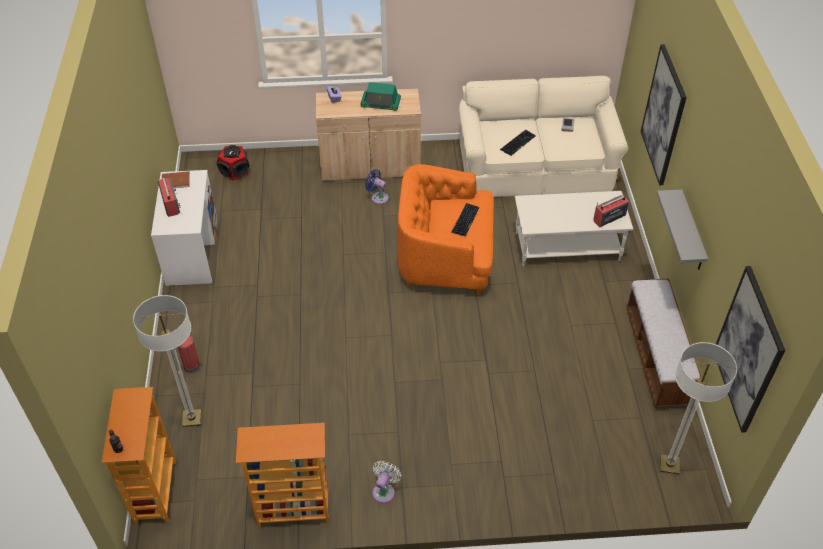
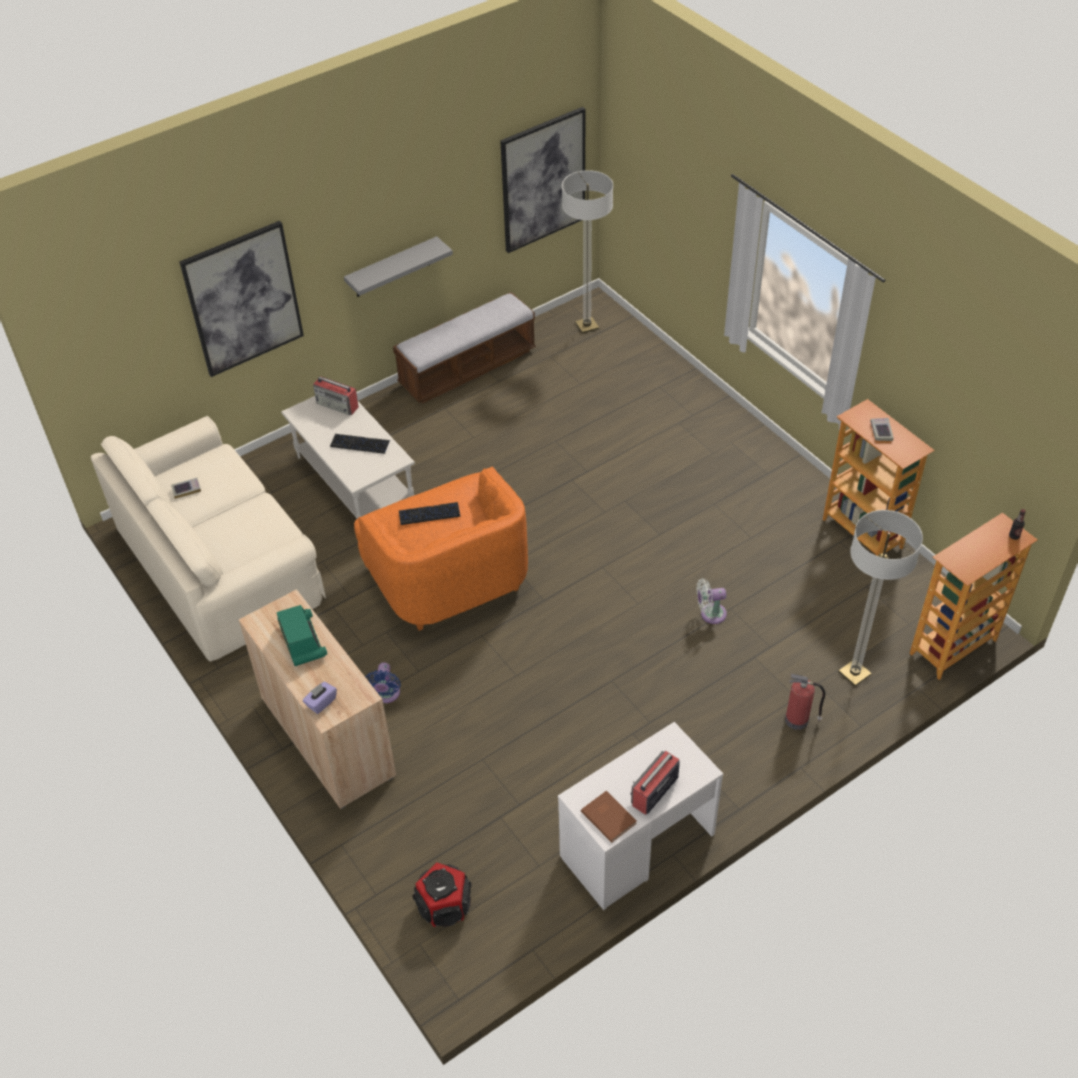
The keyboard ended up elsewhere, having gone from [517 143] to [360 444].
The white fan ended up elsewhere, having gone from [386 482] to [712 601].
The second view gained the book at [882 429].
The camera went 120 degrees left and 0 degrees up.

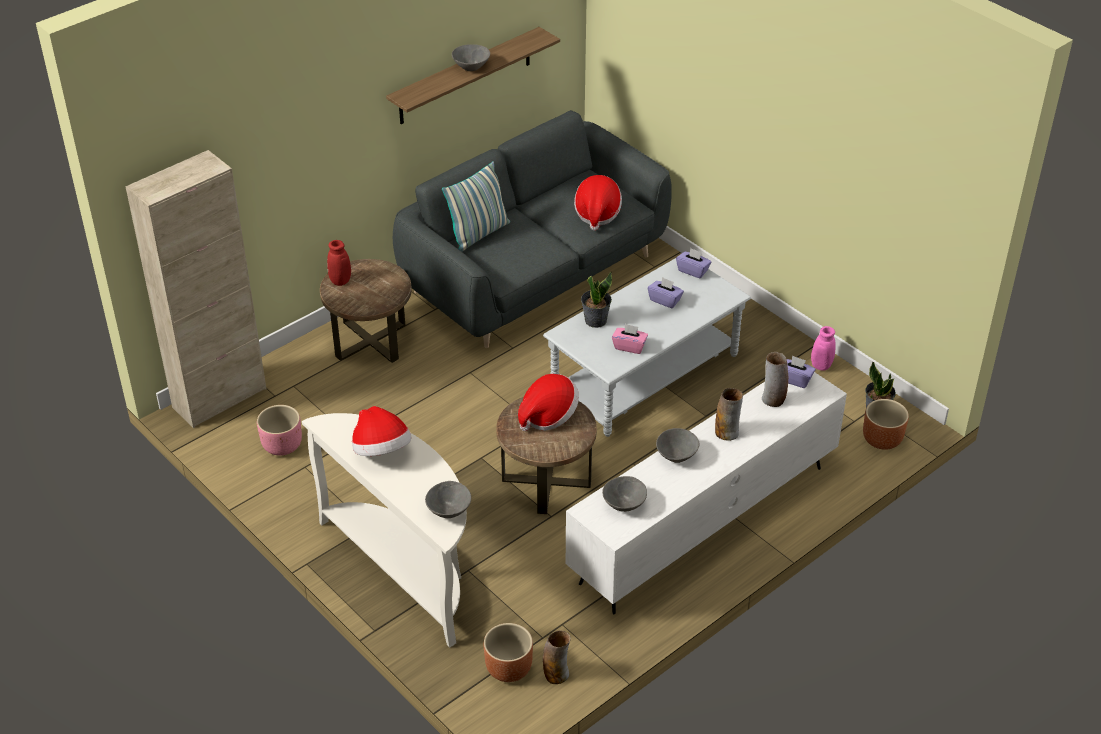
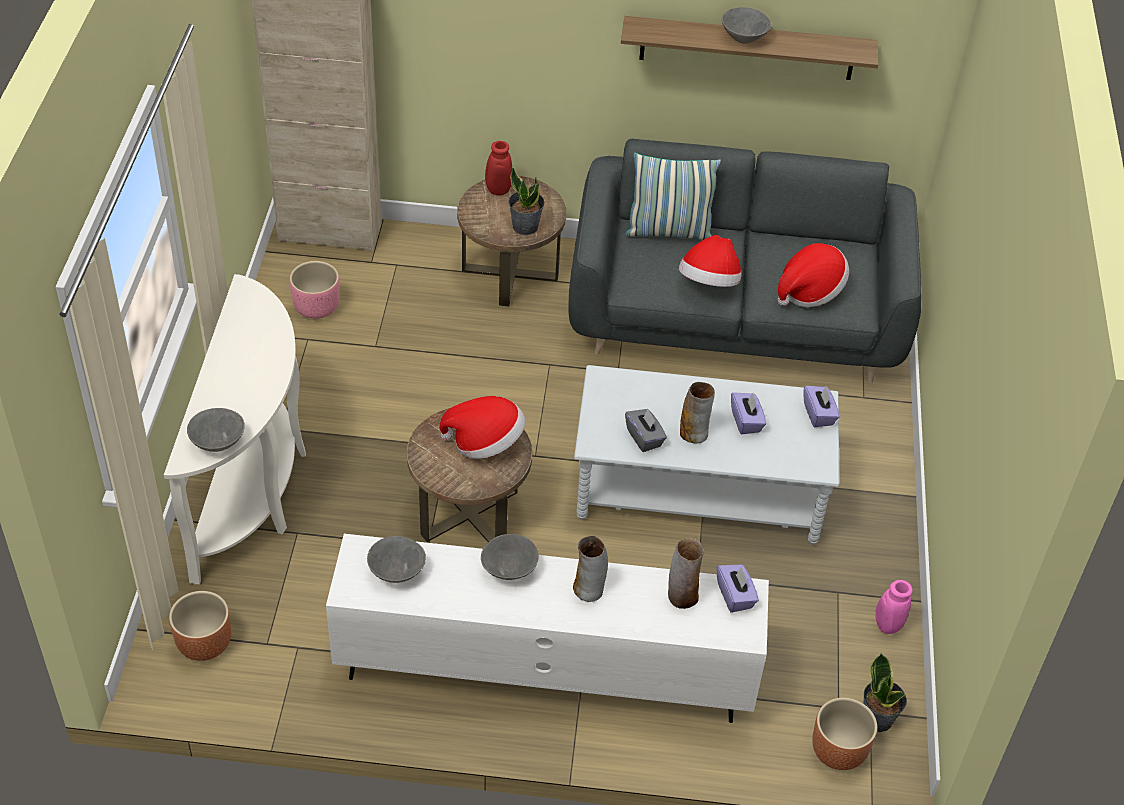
The potted plant ended up elsewhere, having gone from [596 300] to [526 201].
What was the pink tissue box at [630 339] turned into the grey tissue box at [646 430].
The hat ended up elsewhere, having gone from [382 431] to [710 261].
The vase ended up elsewhere, having gone from [557 657] to [697 413].
The camera went 45 degrees right and 5 degrees up.

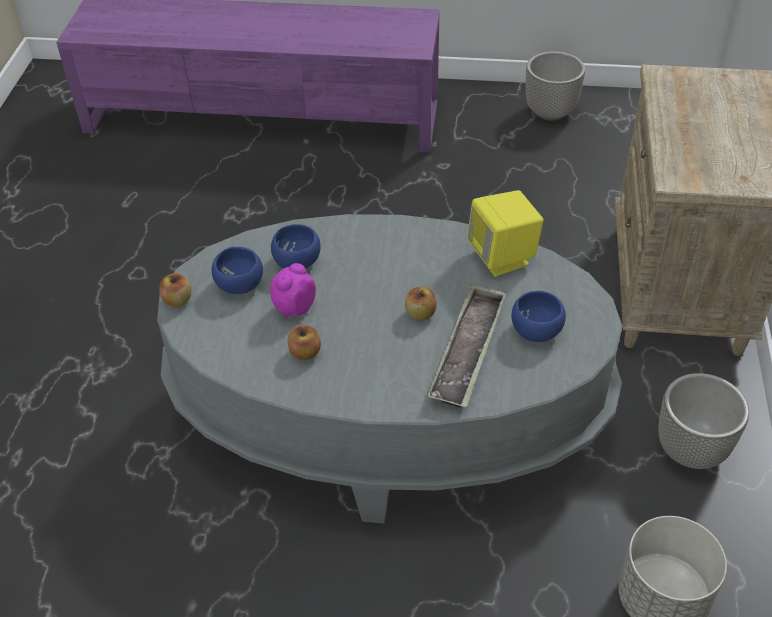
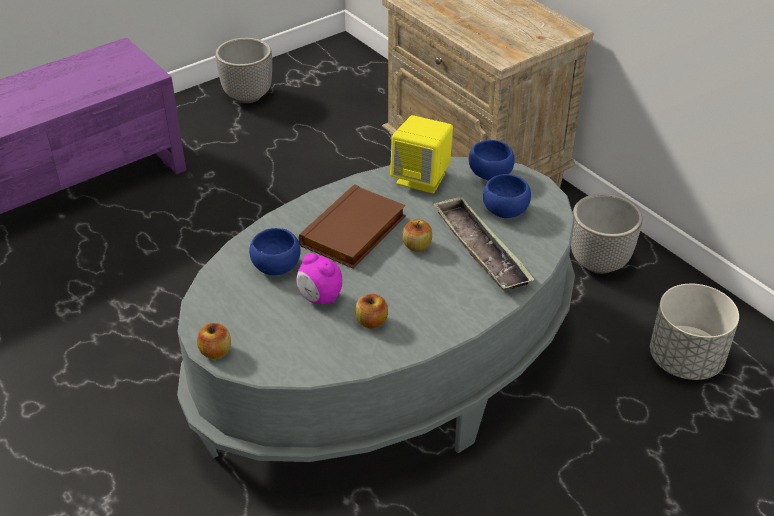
The blue bowl ended up elsewhere, having gone from [237 270] to [492 160].
The alarm clock at [293 290] ended up facing another way, 45 degrees counterclockwise from before.
The second view gained the brown book at [352 226].
The camera went 45 degrees left and 5 degrees down.

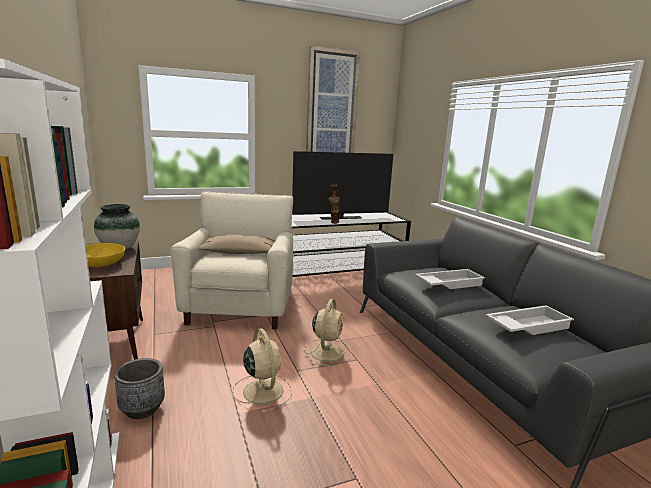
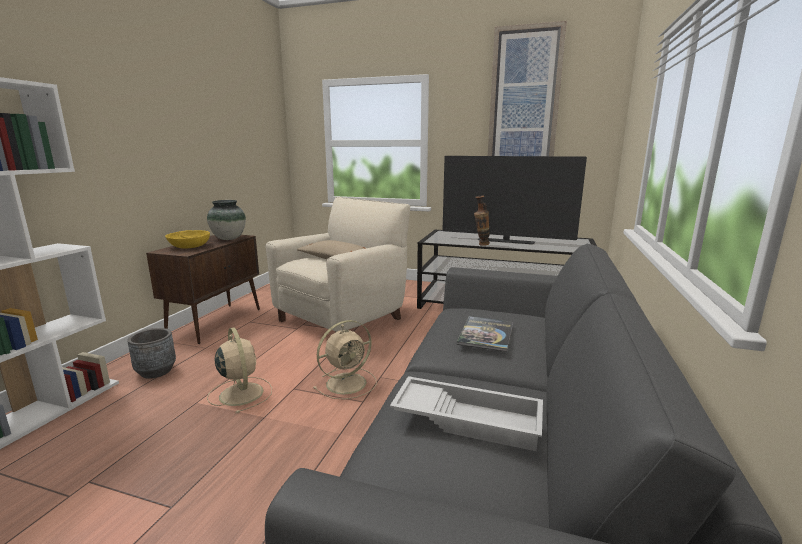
Where the white tray stood at [450 279], the book came to stand at [485 334].
The beige fan at [262 370] ended up facing another way, 45 degrees counterclockwise from before.
The camera went 40 degrees right and 0 degrees up.

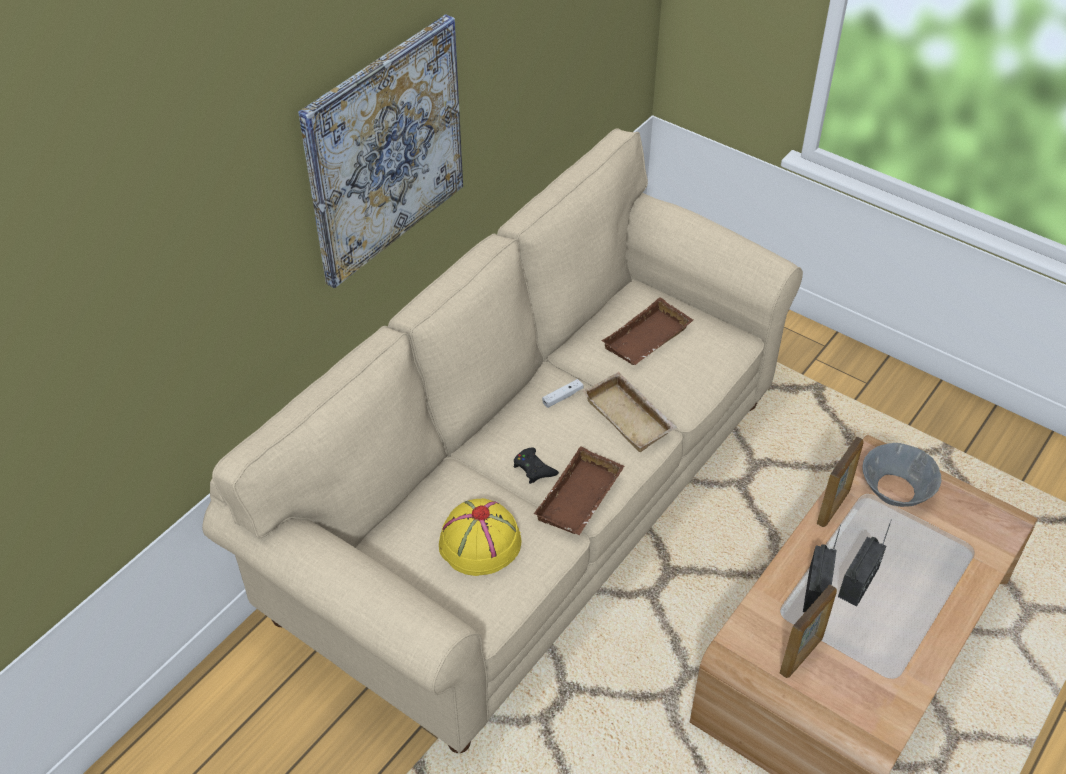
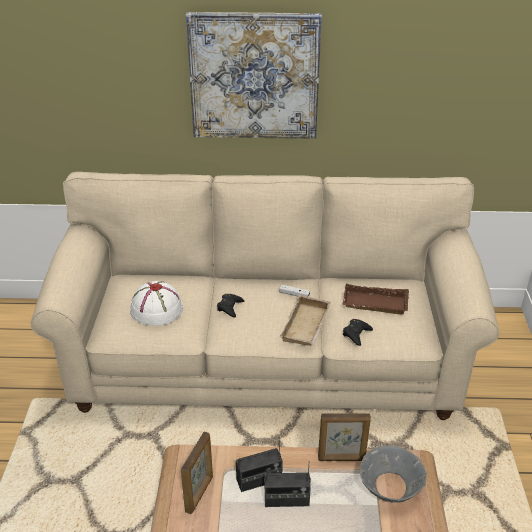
The second view lost the brown tray at [579 490].
What was the yellow hat at [480 537] turned into the white hat at [156 303].
The picture frame at [808 631] ended up facing another way, 75 degrees counterclockwise from before.
The second view gained the black game controller at [358 332].
The camera went 55 degrees right and 10 degrees down.

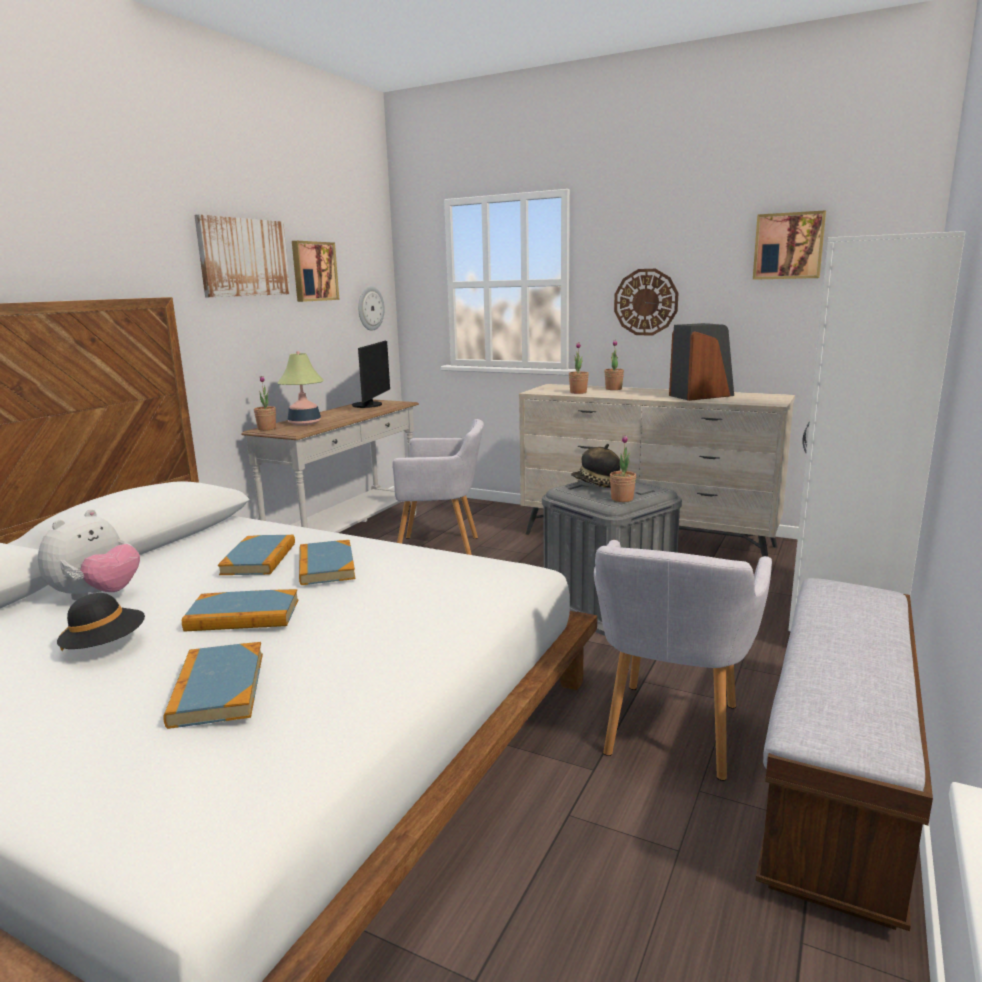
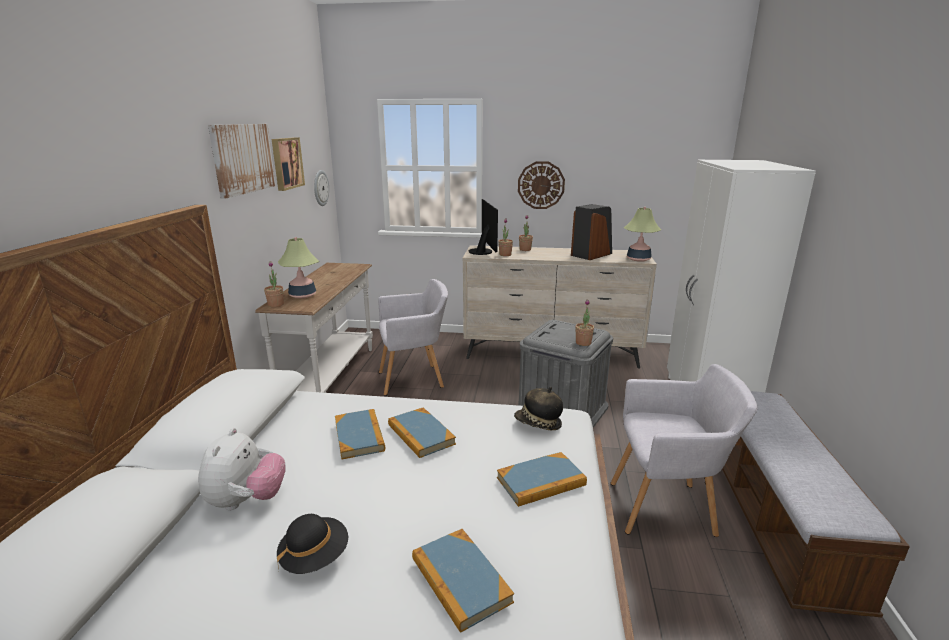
The second view lost the picture at [789 245].
The monitor ended up elsewhere, having gone from [371 374] to [483 227].
The hat ended up elsewhere, having gone from [595 466] to [538 408].
The grey armchair at [683 660] ended up facing another way, 90 degrees counterclockwise from before.
The book ended up elsewhere, having gone from [240 610] to [542 479].
The second view gained the table lamp at [642 234].
The camera went 20 degrees left and 5 degrees up.

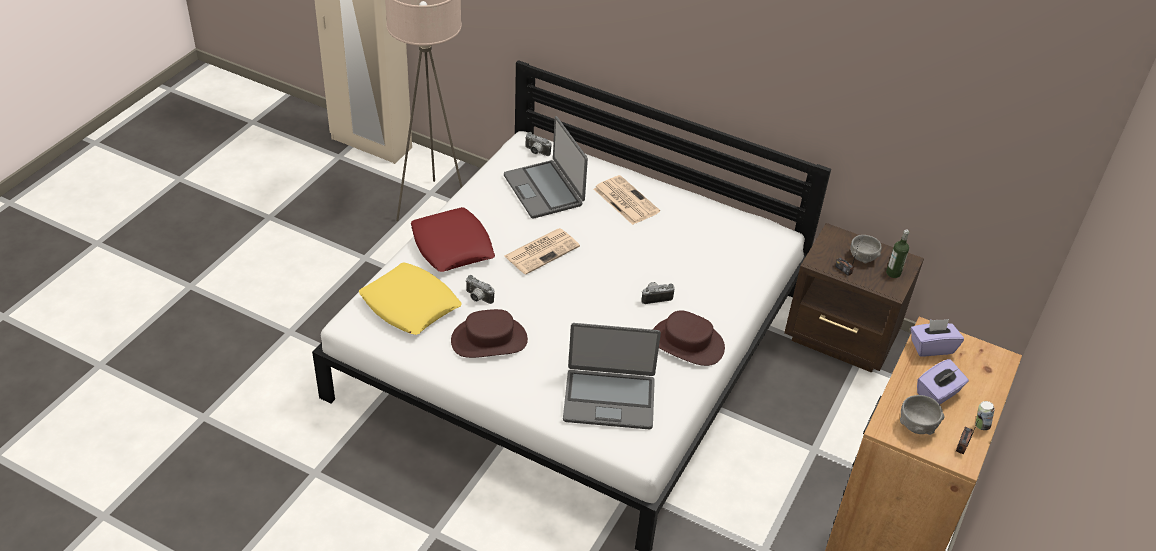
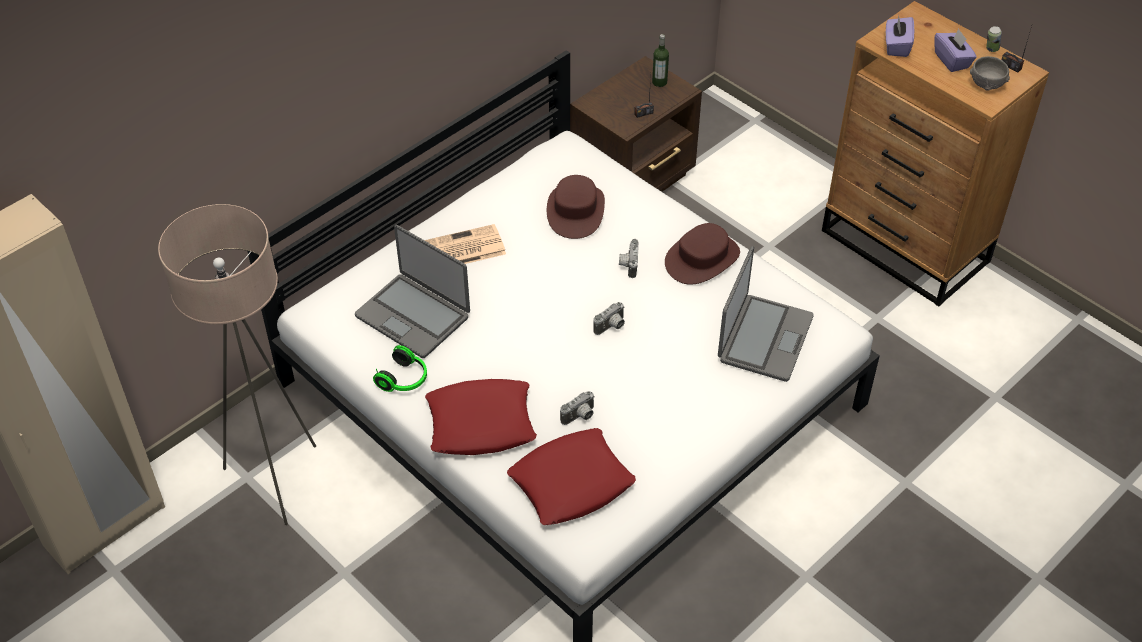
The laptop at [546 167] ended up facing another way, 45 degrees clockwise from before.
The photo camera ended up elsewhere, having gone from [538 144] to [609 318].
The second view lost the newspaper at [542 251].
The second view lost the grey bowl at [866 249].
What was the yellow pillow at [410 299] turned into the red pillow at [571 476].
The brown hat ended up elsewhere, having gone from [489 333] to [576 207].
The second view gained the headphones at [400 368].
The camera went 70 degrees left and 5 degrees up.

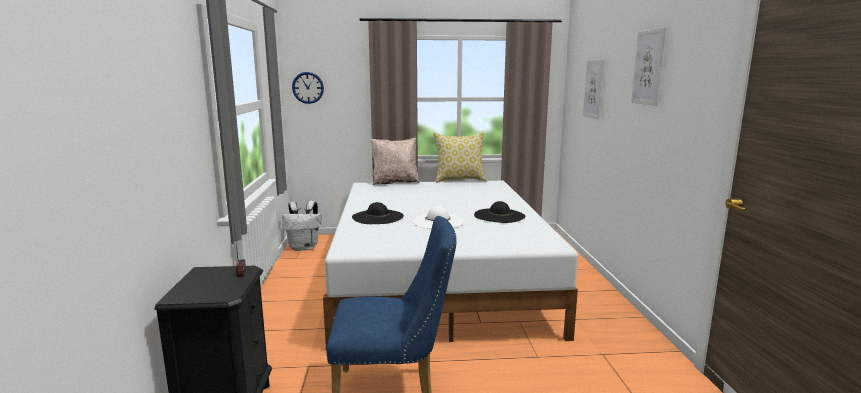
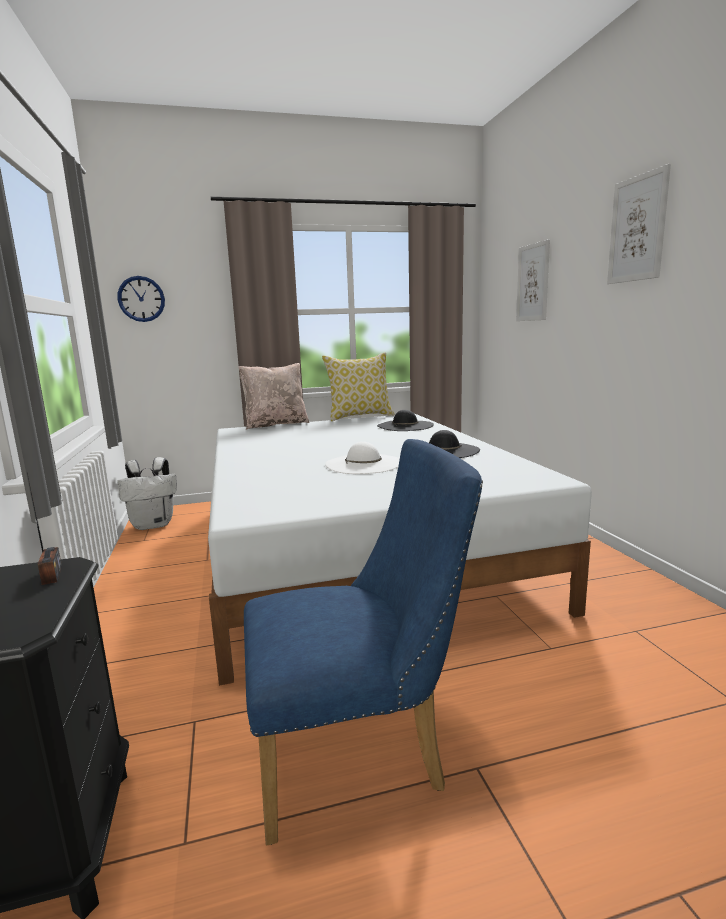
The black hat ended up elsewhere, having gone from [378 213] to [405 420].
The camera went 10 degrees left and 0 degrees up.

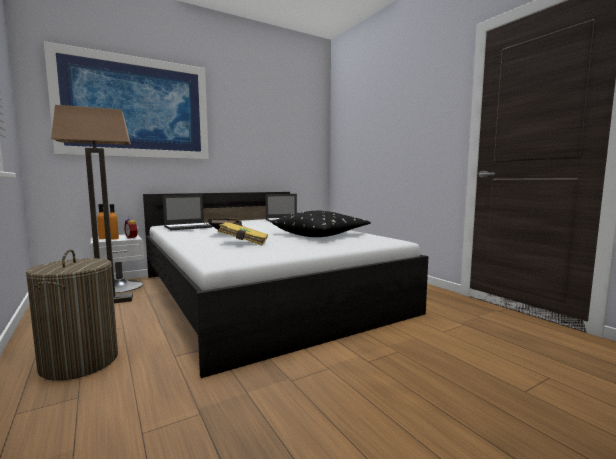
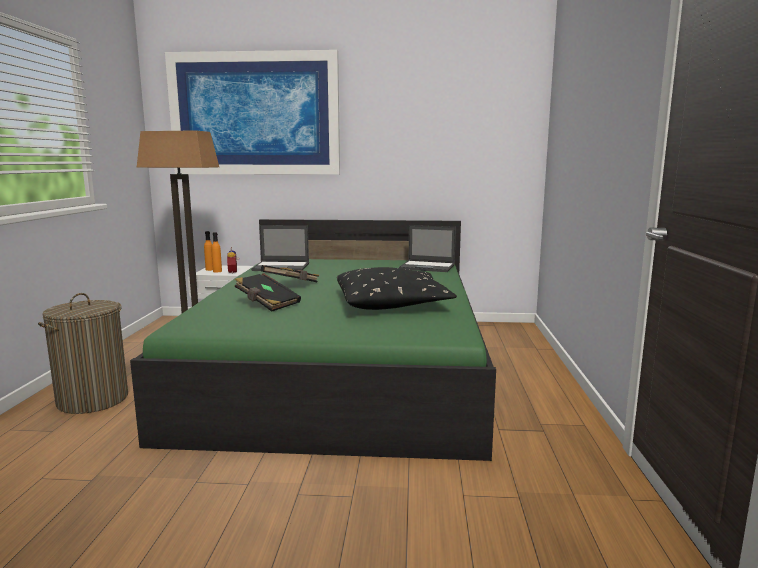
What was the white bed at [285 285] turned into the green bed at [313 340].
What was the yellow book at [243 234] turned into the black book at [268 292].
The camera went 35 degrees right and 5 degrees up.

